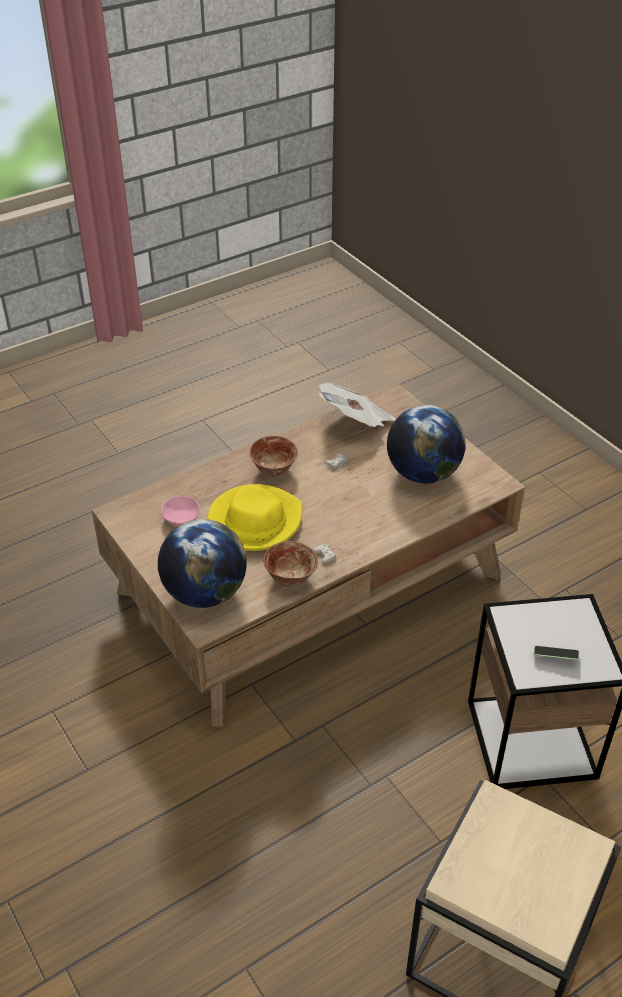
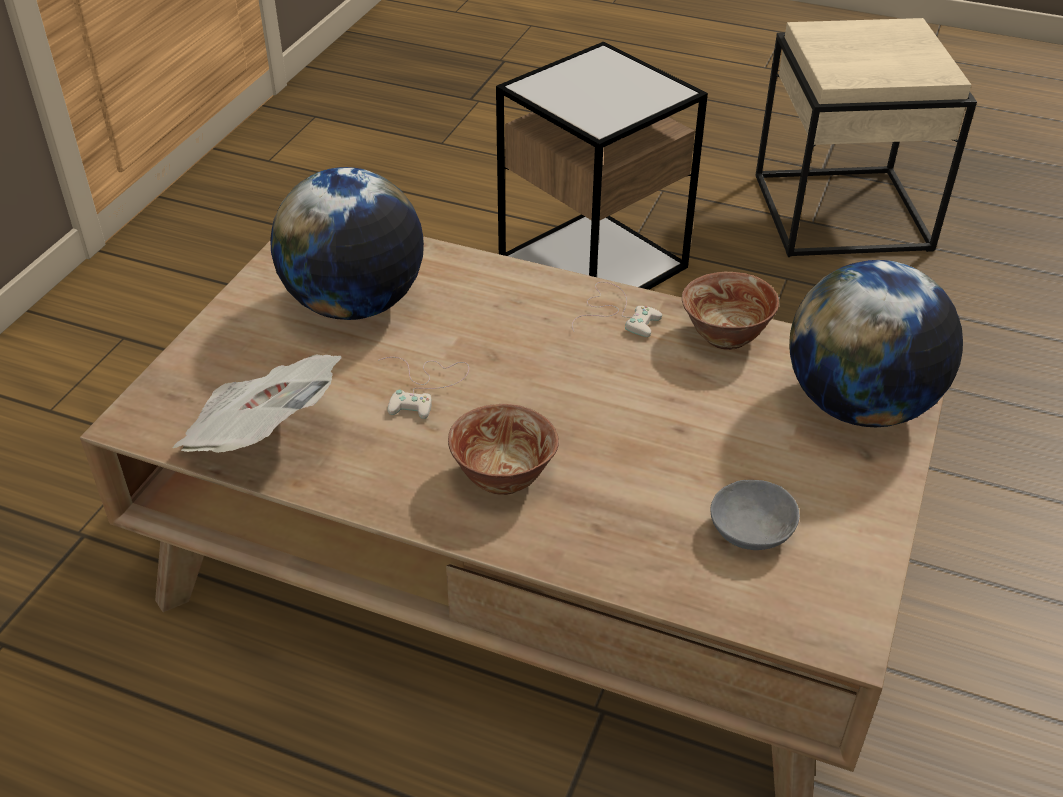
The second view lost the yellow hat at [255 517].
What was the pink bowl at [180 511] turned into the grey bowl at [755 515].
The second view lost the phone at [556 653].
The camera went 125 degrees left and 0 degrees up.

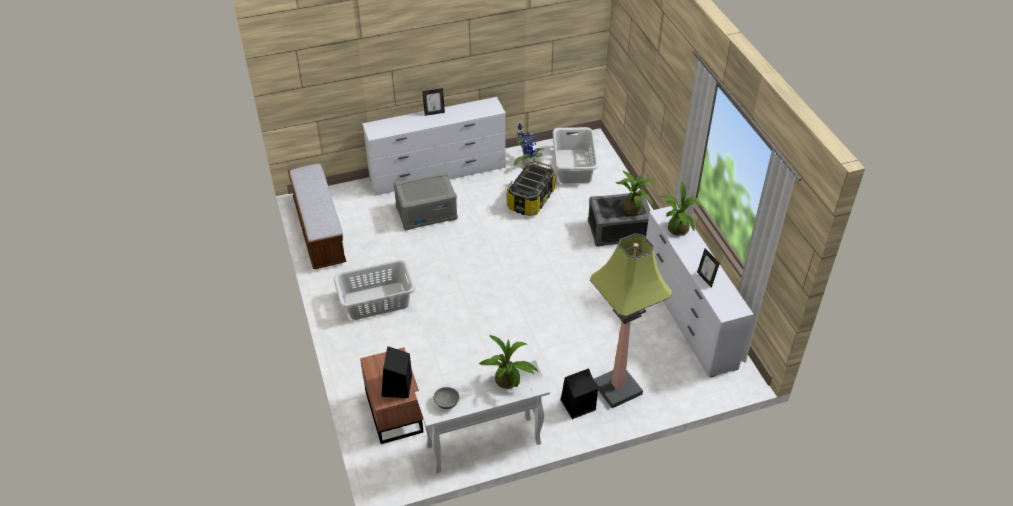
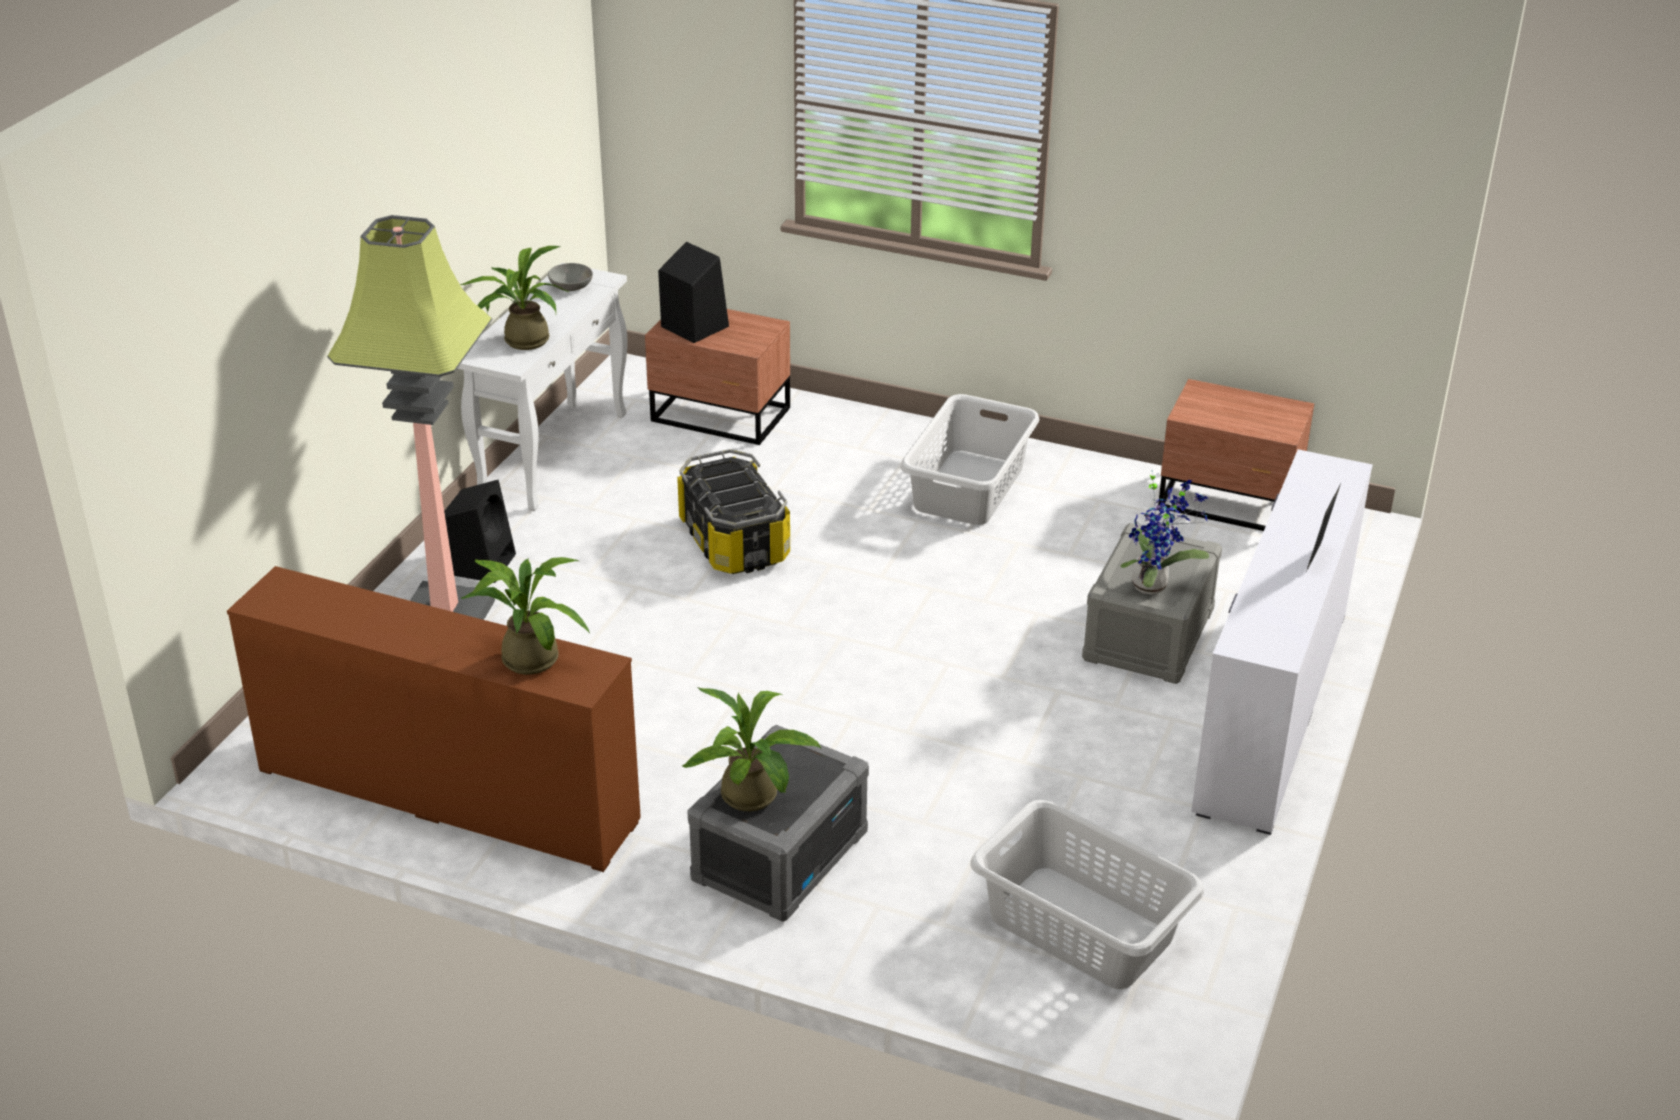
The potted plant ended up elsewhere, having gone from [529 144] to [1164 532].
The storage box ended up elsewhere, having gone from [531 188] to [733 511].
Where the bench stood at [317 216], the brown nightstand came to stand at [1236 455].
What was the white dresser at [700 290] turned into the brown dresser at [434 719].
The second view lost the picture frame at [708 268].
The camera went 130 degrees right and 10 degrees down.

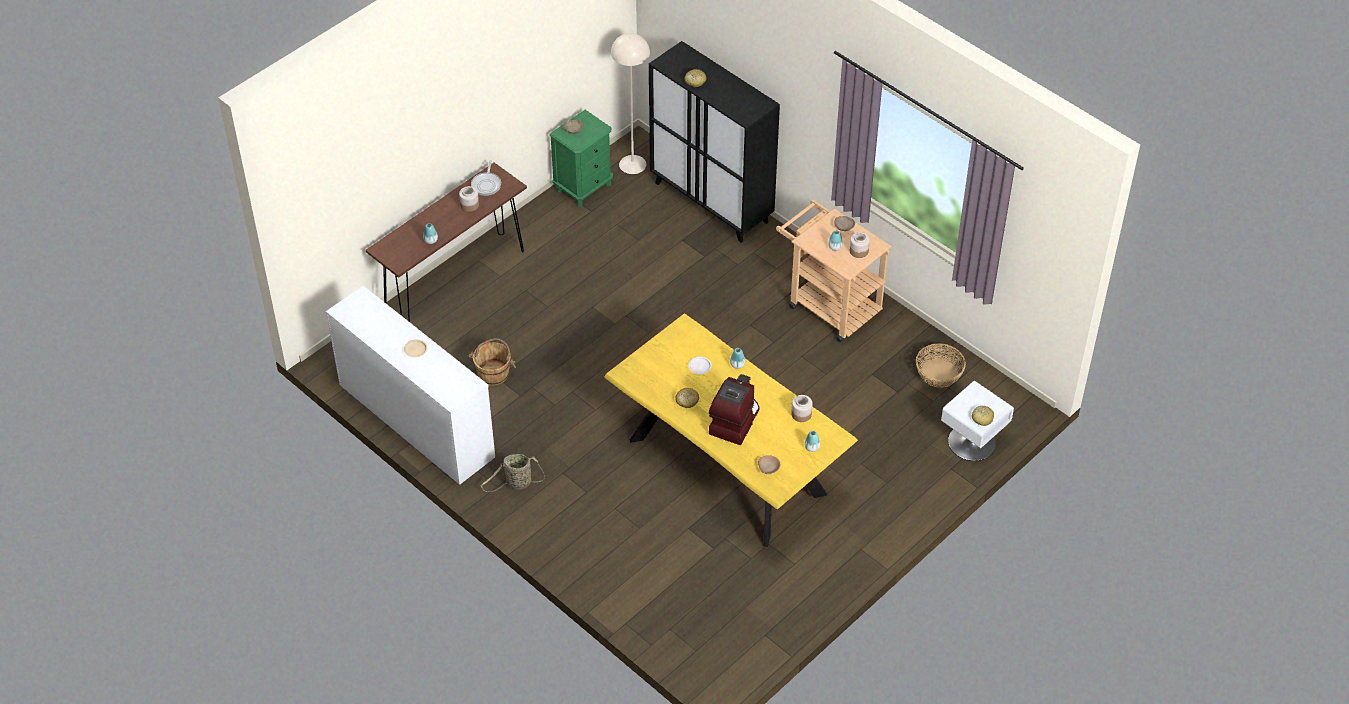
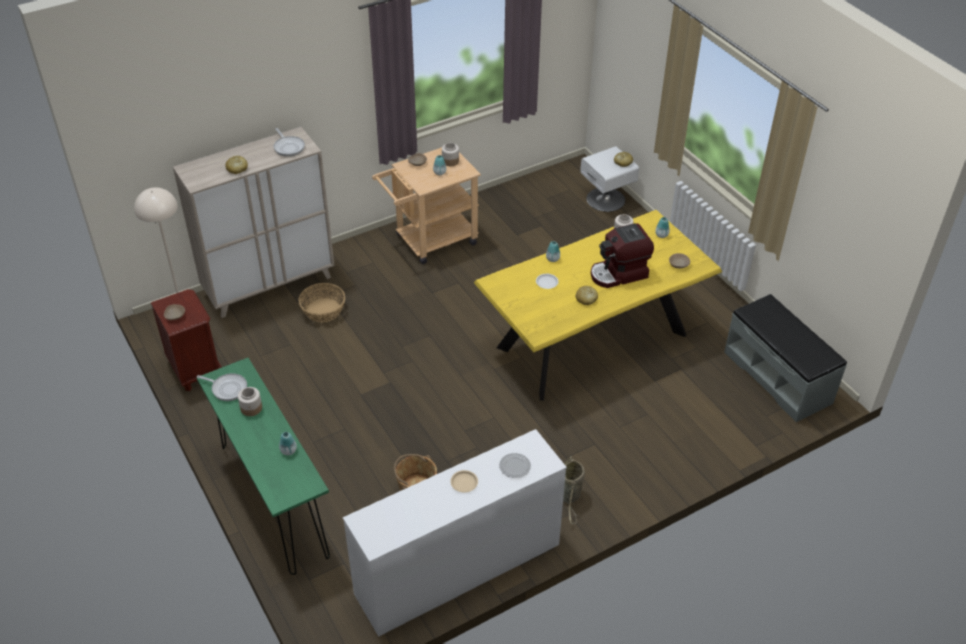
What was the black cabinet at [714 142] turned into the beige cabinet at [254 222].
What was the green nightstand at [581 158] turned into the brown nightstand at [186 340].
What was the brown console table at [446 242] turned into the green console table at [263 466].
The basket ended up elsewhere, having gone from [941 366] to [322 302].
The coffee machine at [734 409] ended up facing another way, 60 degrees counterclockwise from before.
The second view gained the frying pan at [289 142].
The second view gained the grey bench at [785 358].
The second view gained the plate at [515 465].
The camera went 75 degrees left and 5 degrees down.

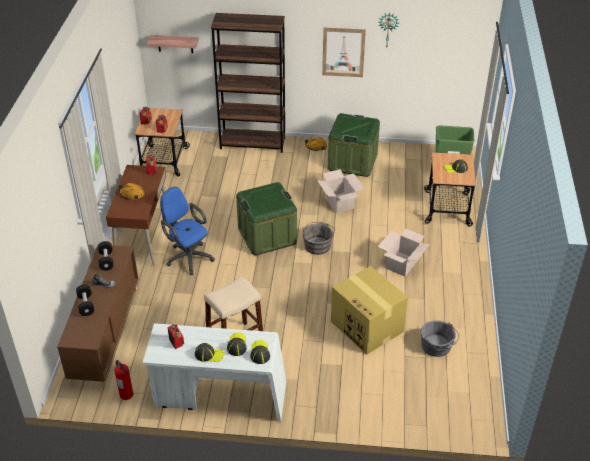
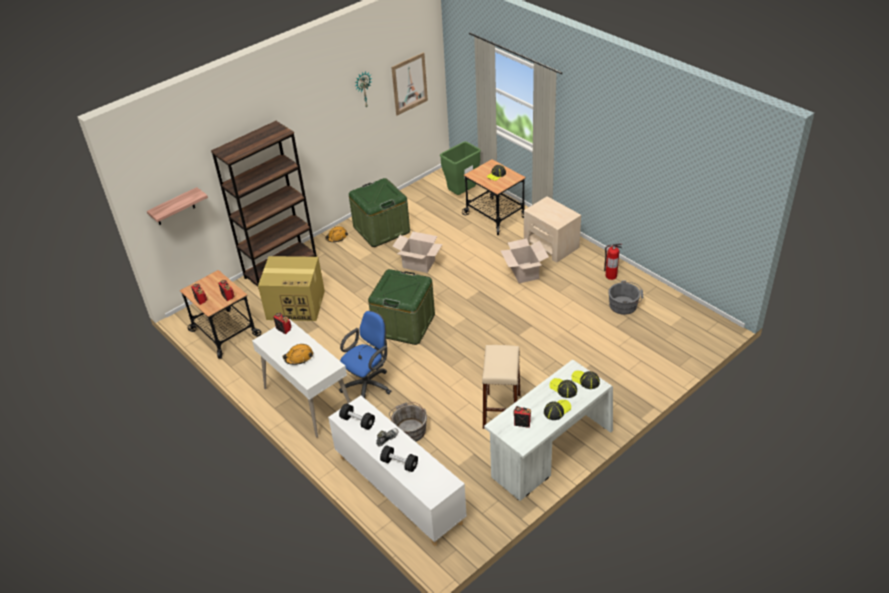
The picture ended up elsewhere, having gone from [344 52] to [409 83].
What was the brown desk at [136 215] turned into the white desk at [301 378].
The blue office chair at [187 231] ended up facing another way, 135 degrees clockwise from before.
The grey bucket ended up elsewhere, having gone from [319 238] to [408 422].
What was the brown cabinet at [98 315] turned into the white cabinet at [397 470].
The cardboard box ended up elsewhere, having gone from [369 310] to [291 288].
The fire extinguisher ended up elsewhere, having gone from [123 380] to [613 262].
The second view gained the beige nightstand at [552 229].
The camera went 45 degrees left and 0 degrees up.

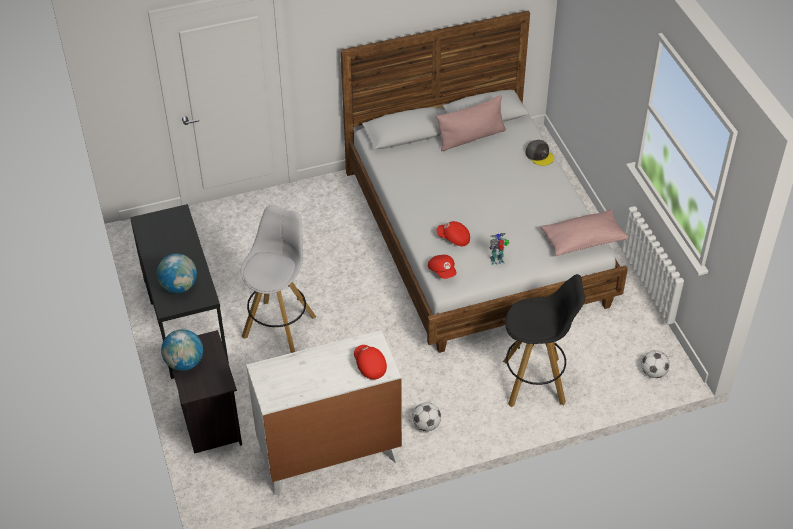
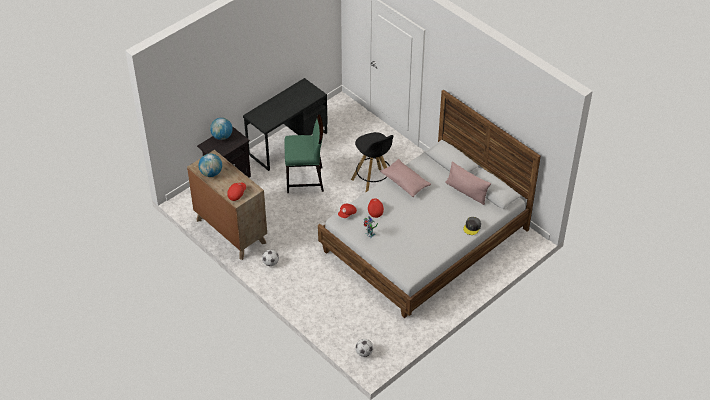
Where the white stool stood at [278 279], the green chair came to stand at [304 153].
The pink pillow ended up elsewhere, having gone from [585 232] to [405 178].
The globe ended up elsewhere, having gone from [177 273] to [210 165].
The black stool ended up elsewhere, having gone from [544 340] to [372 162].
What was the white dresser at [324 413] turned into the brown dresser at [227 205].
The camera went 65 degrees right and 0 degrees up.

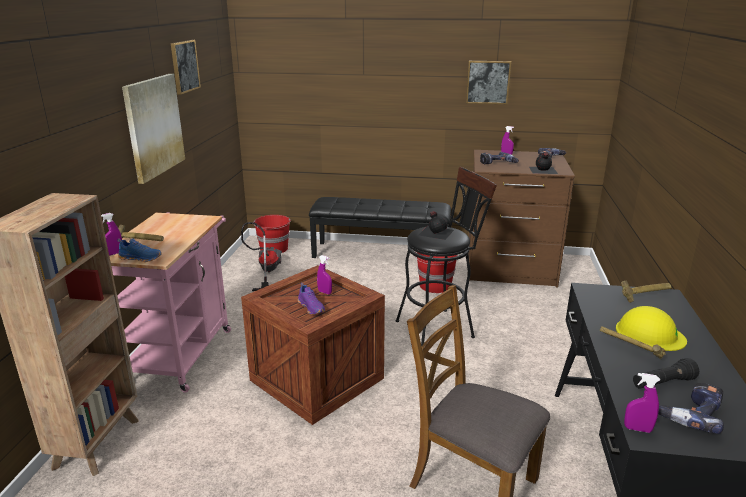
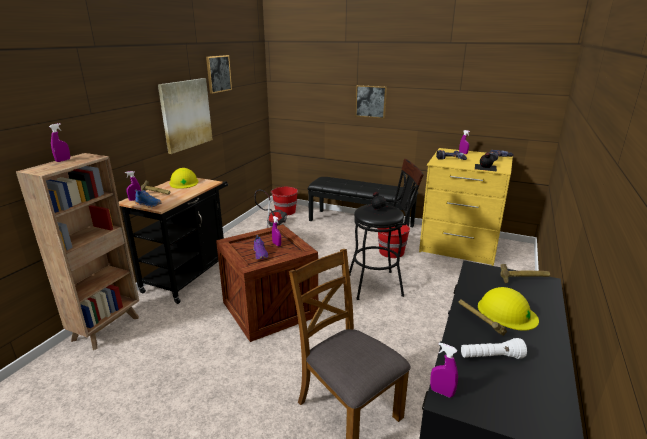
The picture ended up elsewhere, having gone from [488 82] to [371 102].
What was the brown dresser at [521 218] turned into the yellow dresser at [466 207].
What was the pink cart at [170 303] turned into the black cart at [173 241].
What was the black flashlight at [666 373] turned into the white flashlight at [494 348].
The second view lost the power drill at [691 408].
The second view gained the purple spray bottle at [59 142].
The second view gained the yellow hard hat at [184 178].
The camera went 15 degrees right and 0 degrees up.

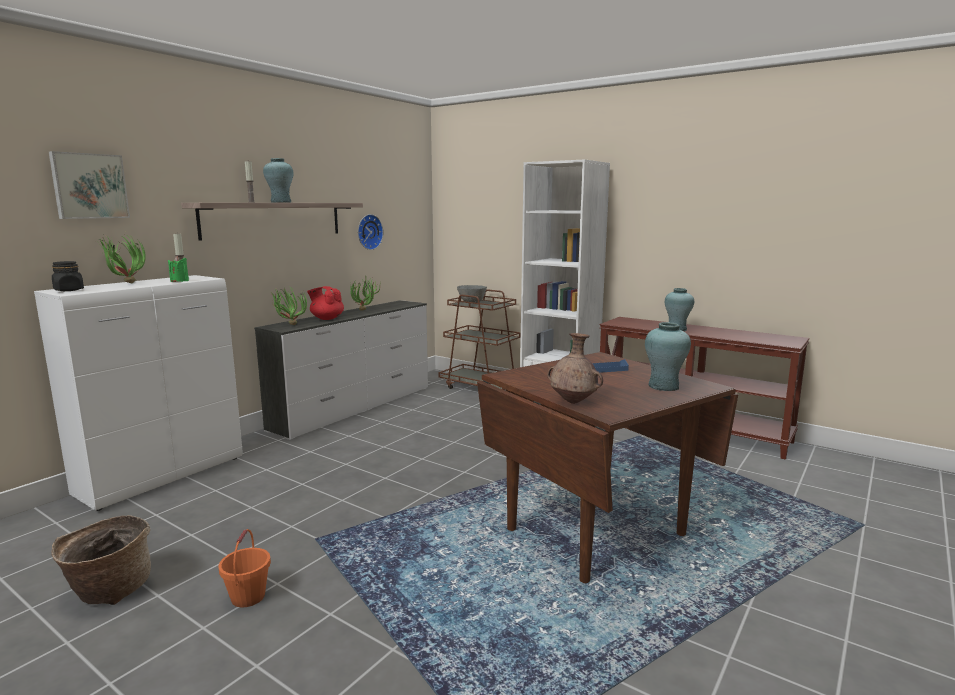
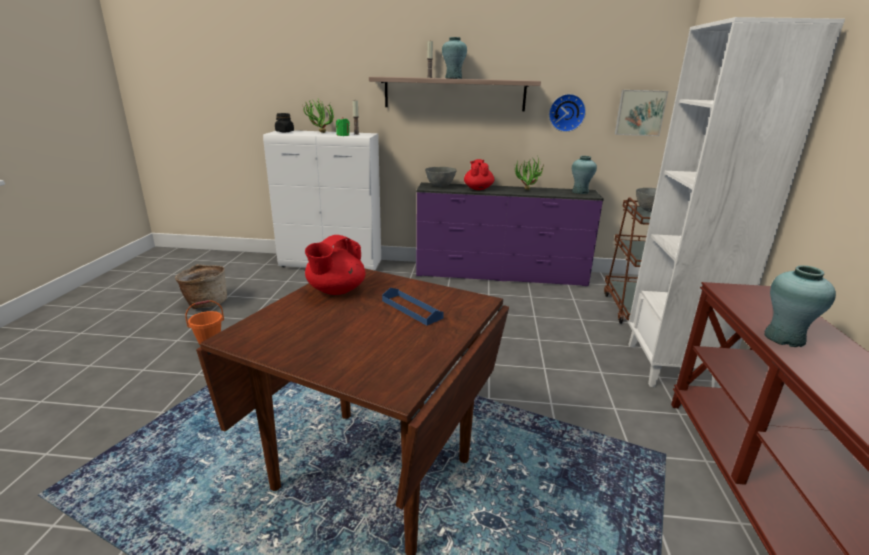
The picture ended up elsewhere, having gone from [89 185] to [641 113].
Where the potted plant stood at [289 306], the grey bowl came to stand at [441 177].
What was the white dresser at [341 370] turned into the purple dresser at [510 234].
The turquoise vase ended up elsewhere, having gone from [668 356] to [584 175].
The second view lost the brown vase at [575 368].
The second view gained the red teapot at [335 265].
The camera went 60 degrees right and 10 degrees up.

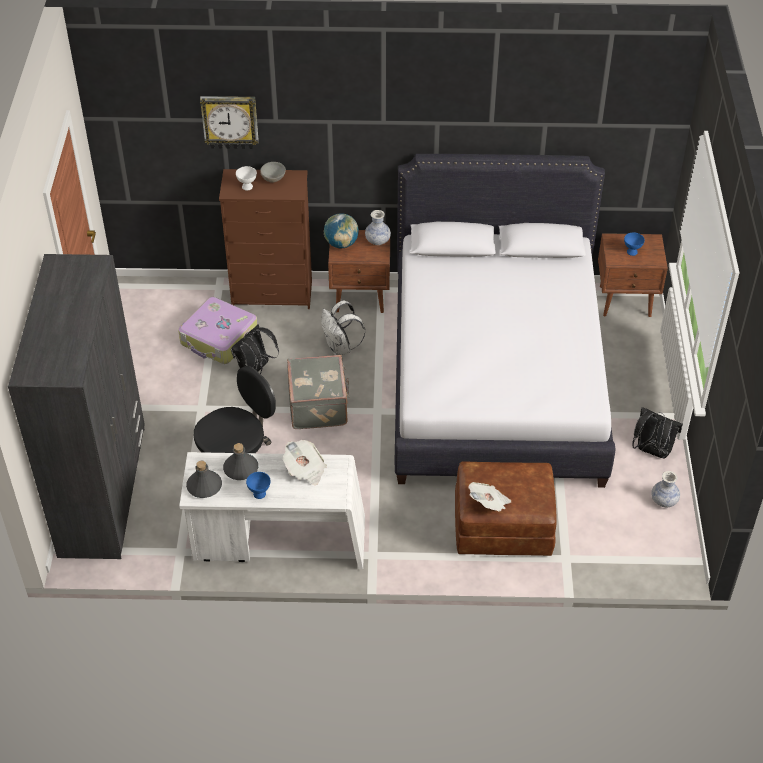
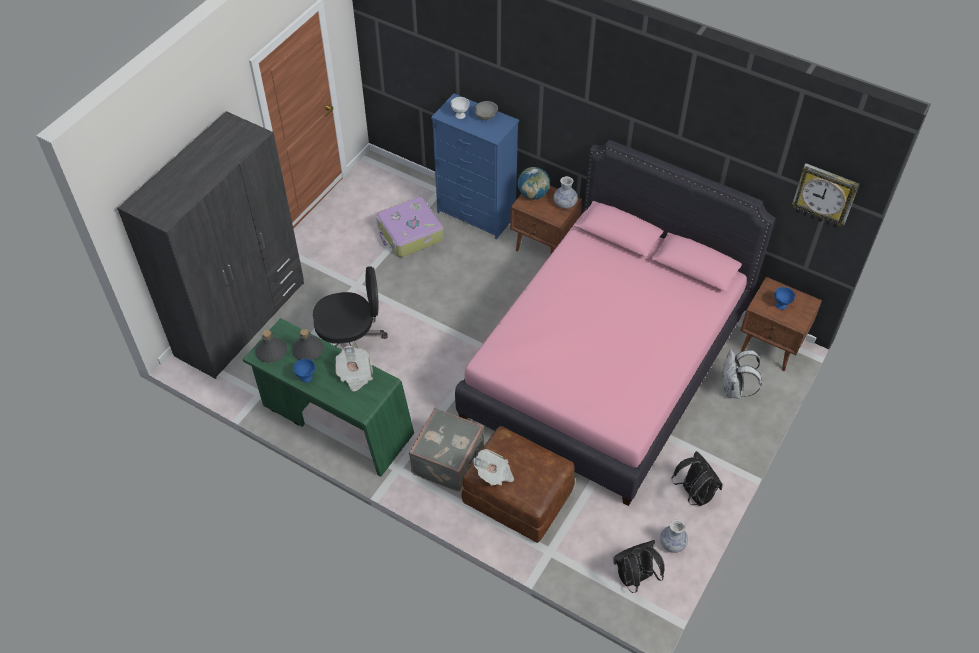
The wall clock ended up elsewhere, having gone from [229 122] to [825 195].
What was the white bed at [505 321] turned into the pink bed at [615 323].
What was the brown dresser at [265 239] turned into the blue dresser at [475 166].
The white backpack ended up elsewhere, having gone from [343 327] to [742 374].
The black backpack ended up elsewhere, having gone from [255 349] to [639 566].
The grey suitcase ended up elsewhere, having gone from [318 392] to [446 449].
What was the white desk at [272 510] turned into the green desk at [328 397].
The camera went 30 degrees right and 5 degrees up.

